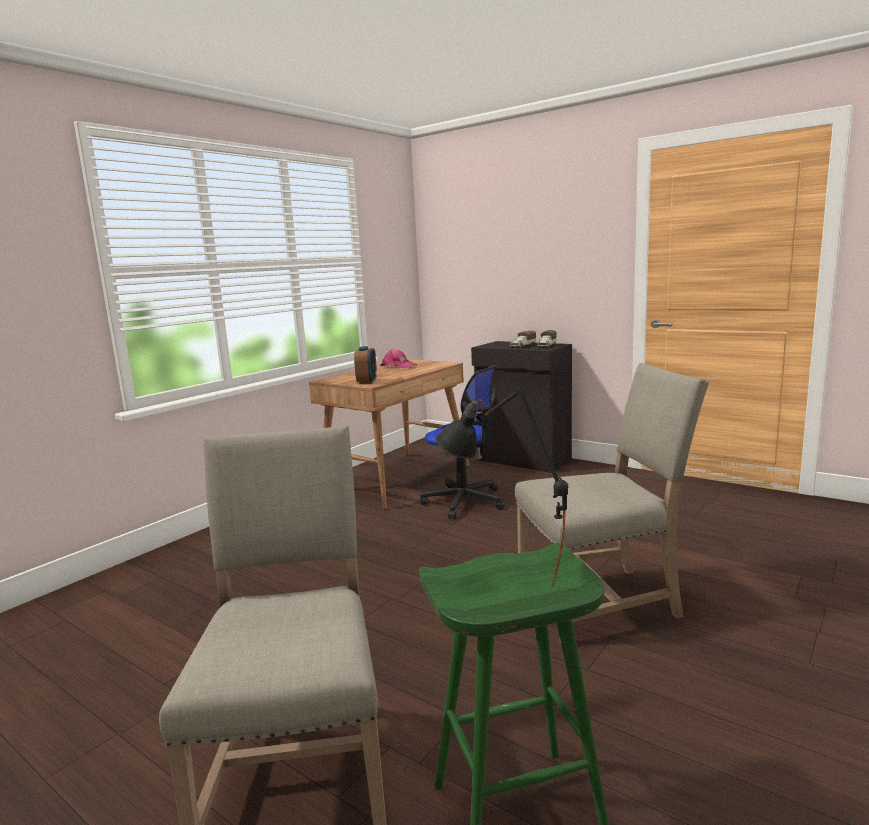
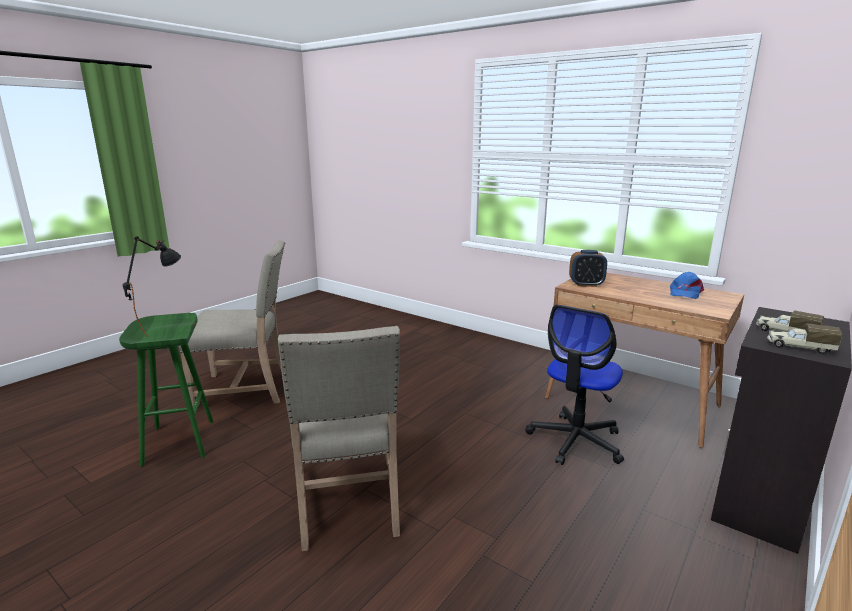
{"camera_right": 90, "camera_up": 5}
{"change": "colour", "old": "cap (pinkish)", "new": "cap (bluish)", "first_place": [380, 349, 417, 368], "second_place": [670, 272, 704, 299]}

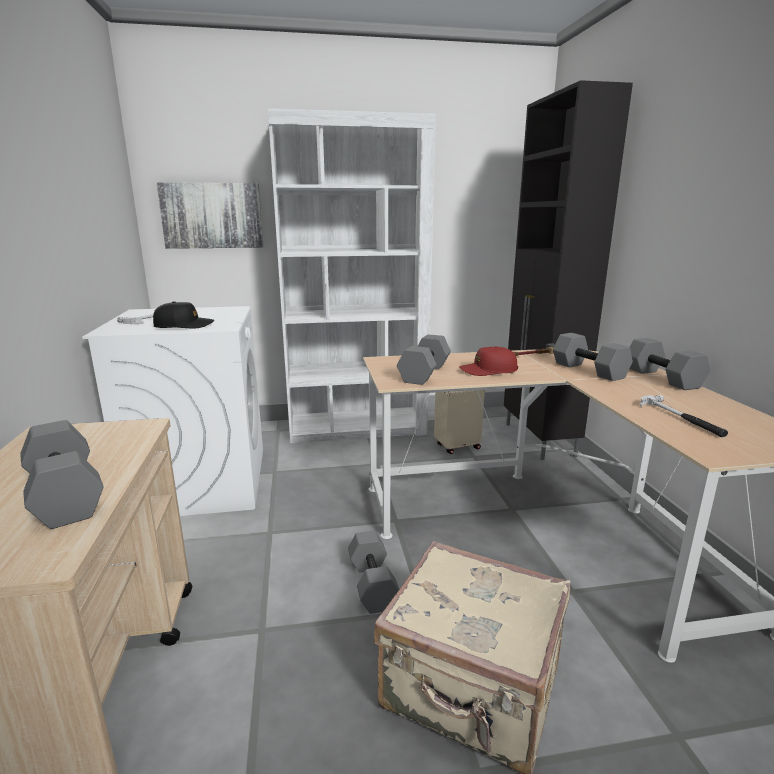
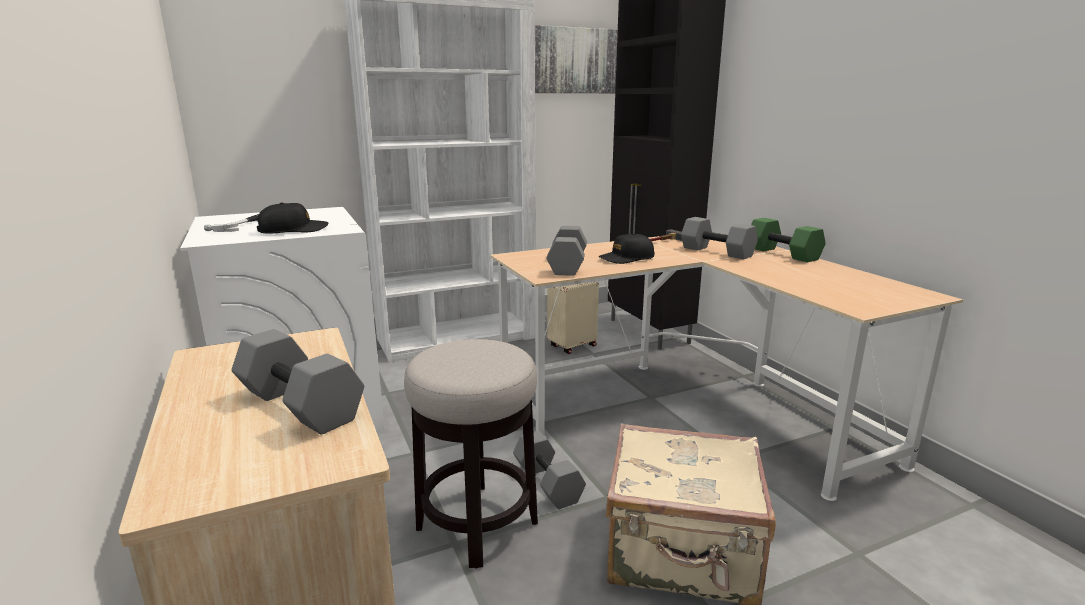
{"camera_right": -15, "camera_up": 0}
{"change": "relocated", "old": "picture", "first_place": [157, 182, 264, 249], "second_place": [535, 25, 618, 93]}
{"change": "colour", "old": "free weight (gray)", "new": "free weight (green-coloured)", "first_place": [630, 338, 710, 390], "second_place": [751, 218, 826, 262]}
{"change": "colour", "old": "cap (red)", "new": "cap (black)", "first_place": [459, 346, 518, 376], "second_place": [599, 233, 655, 264]}
{"change": "missing", "old": "tool hammer", "first_place": [640, 395, 728, 437]}
{"change": "appeared", "new": "stool seat", "second_place": [404, 339, 538, 568]}

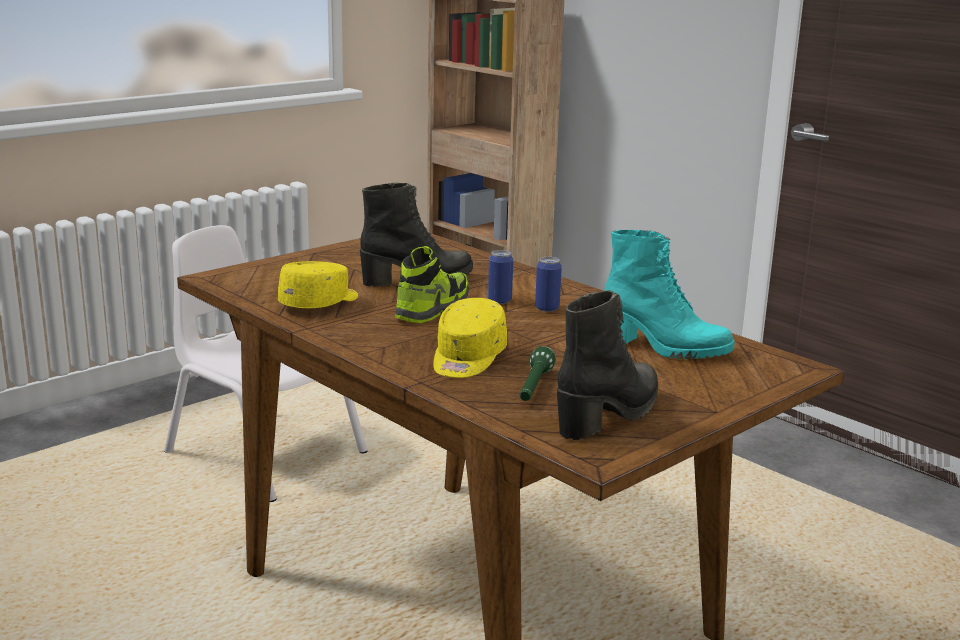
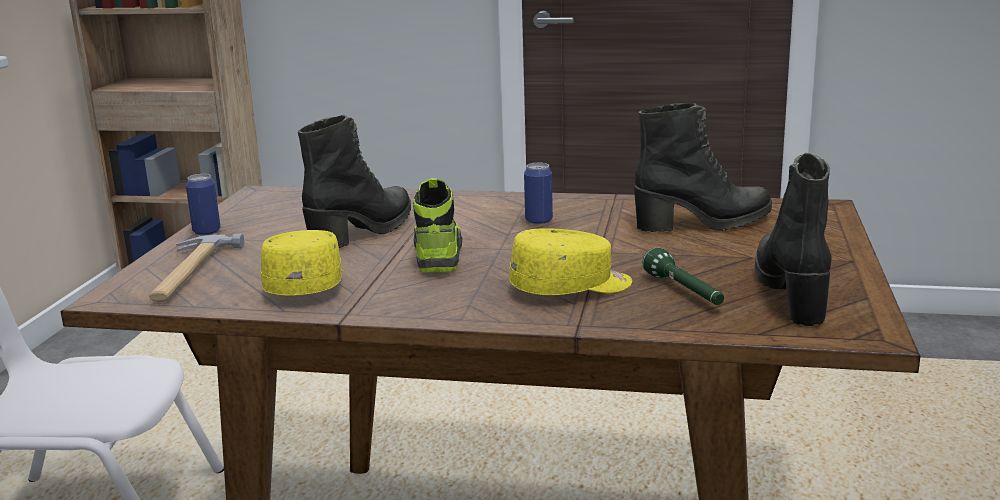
{"camera_right": -35, "camera_up": 0}
{"change": "colour", "old": "boot (blue-green)", "new": "boot (black)", "first_place": [605, 230, 734, 359], "second_place": [634, 103, 772, 232]}
{"change": "relocated", "old": "metal can", "first_place": [488, 250, 513, 304], "second_place": [186, 174, 220, 235]}
{"change": "spun", "old": "cap (yellowish)", "first_place": [433, 298, 507, 378], "second_place": [509, 228, 632, 295], "degrees": -90}
{"change": "appeared", "new": "tool hammer", "second_place": [149, 234, 244, 302]}

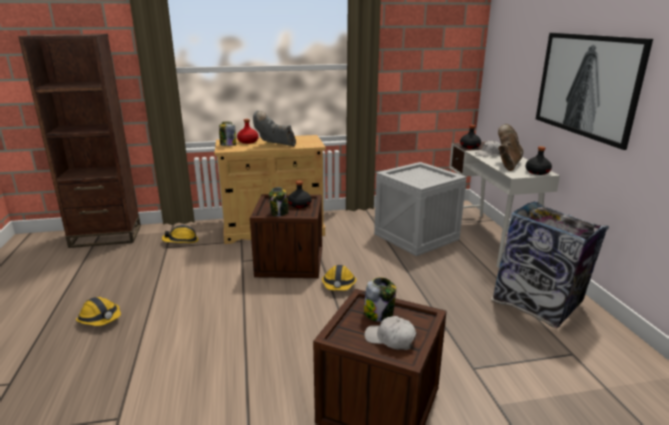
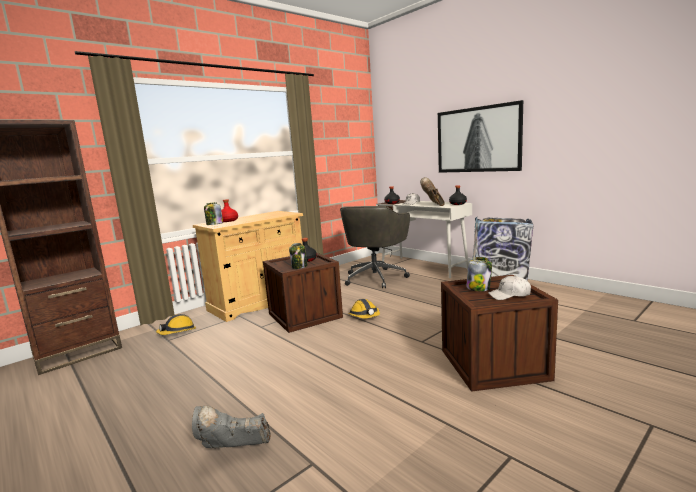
{"camera_right": -30, "camera_up": -10}
{"change": "relocated", "old": "boot (gray)", "first_place": [253, 110, 296, 147], "second_place": [192, 406, 271, 448]}
{"change": "exchanged", "old": "shipping crate", "new": "computer chair (gray)", "first_place": [374, 162, 466, 256], "second_place": [340, 206, 410, 288]}
{"change": "missing", "old": "hard hat", "first_place": [76, 297, 121, 326]}

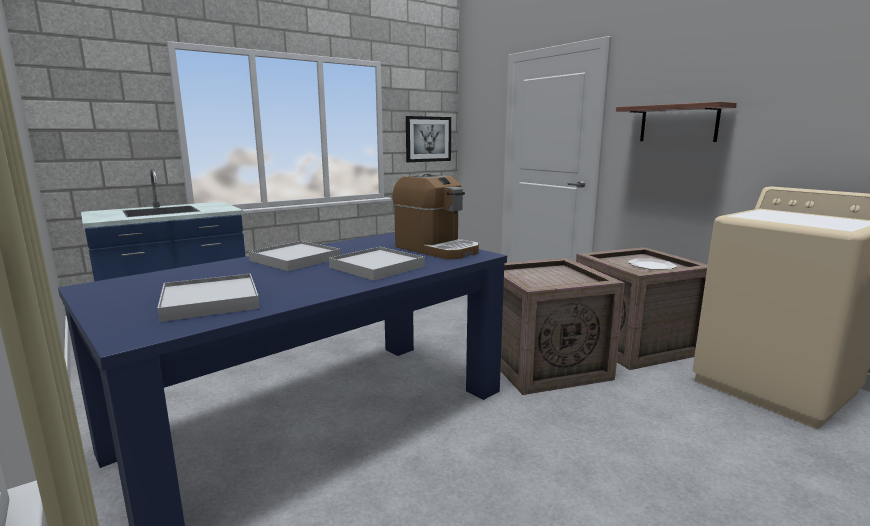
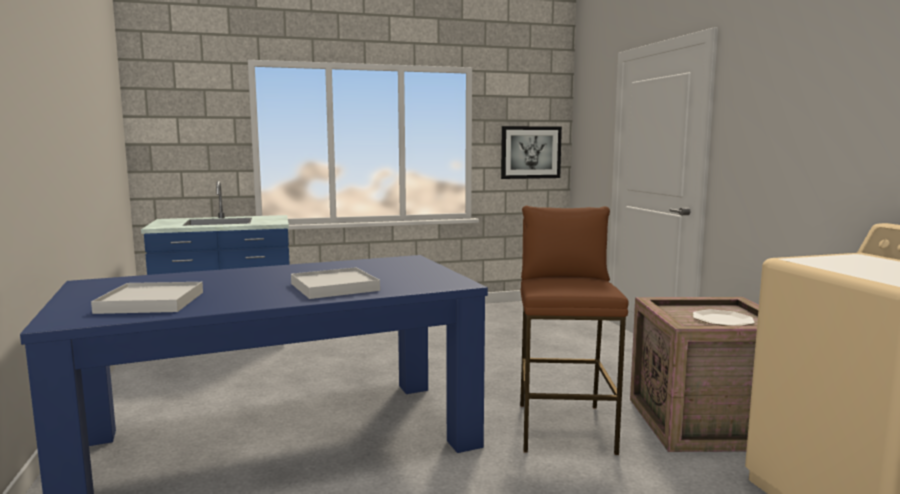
{"camera_right": 20, "camera_up": -5}
{"change": "missing", "old": "wall shelf", "first_place": [616, 102, 737, 142]}
{"change": "missing", "old": "coffee machine", "first_place": [393, 174, 479, 259]}
{"change": "missing", "old": "tray (white-coloured)", "first_place": [249, 241, 341, 271]}
{"change": "exchanged", "old": "shipping crate", "new": "stool seat (brownish)", "first_place": [500, 258, 625, 395], "second_place": [520, 205, 629, 455]}

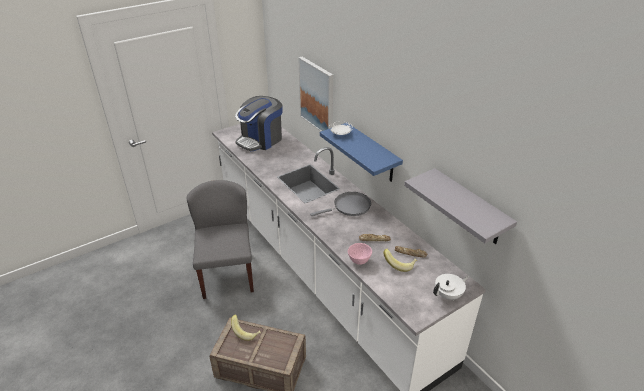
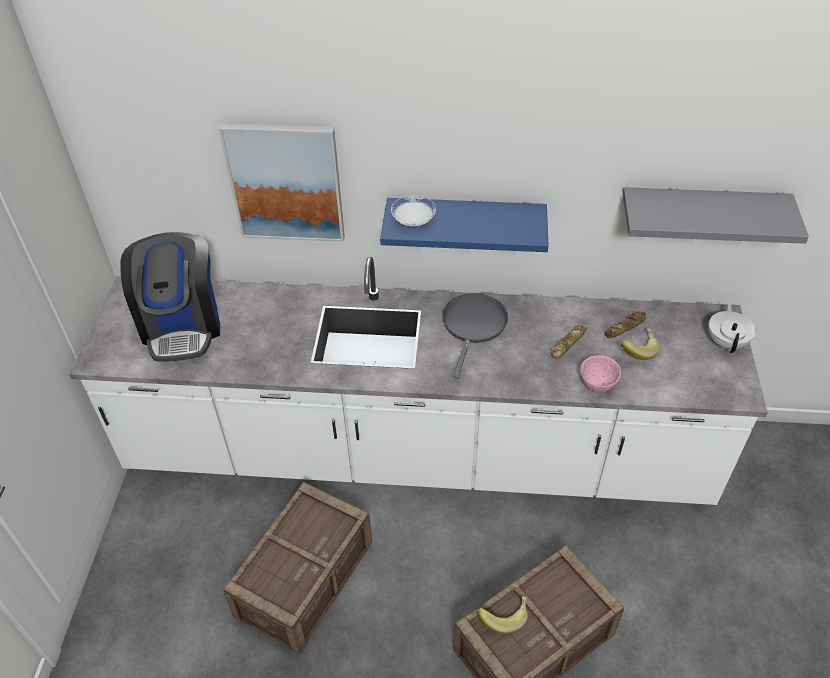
{"camera_right": -50, "camera_up": 10}
{"change": "exchanged", "old": "chair (gray)", "new": "shipping crate", "first_place": [186, 180, 254, 299], "second_place": [223, 482, 372, 655]}

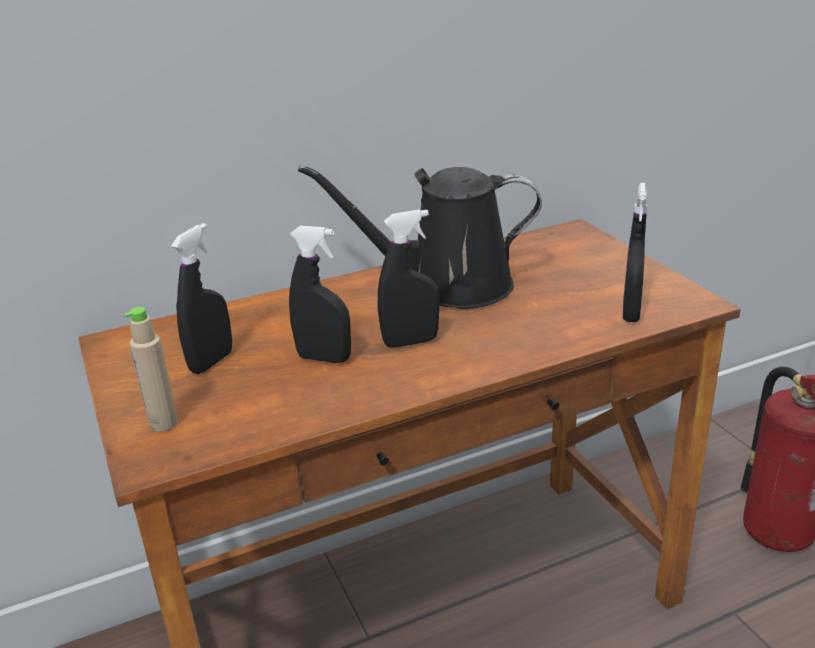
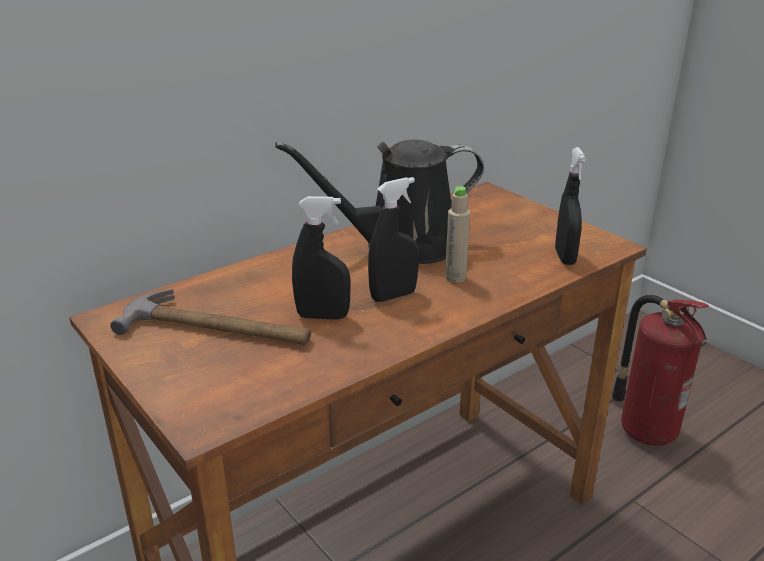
{"camera_right": -15, "camera_up": 0}
{"change": "exchanged", "old": "spray bottle (black)", "new": "tool hammer", "first_place": [171, 223, 232, 374], "second_place": [110, 289, 311, 345]}
{"change": "relocated", "old": "bottle (sand-coloured)", "first_place": [124, 307, 178, 432], "second_place": [445, 186, 470, 283]}

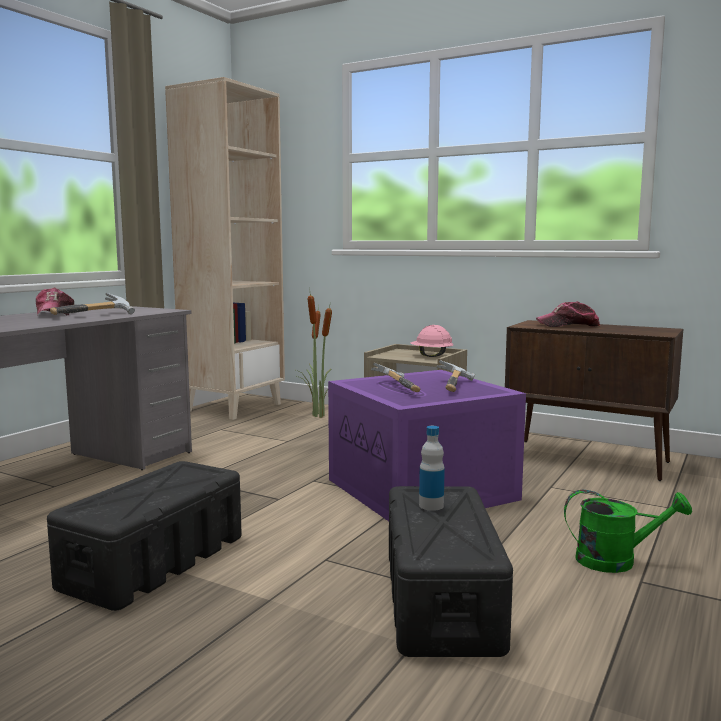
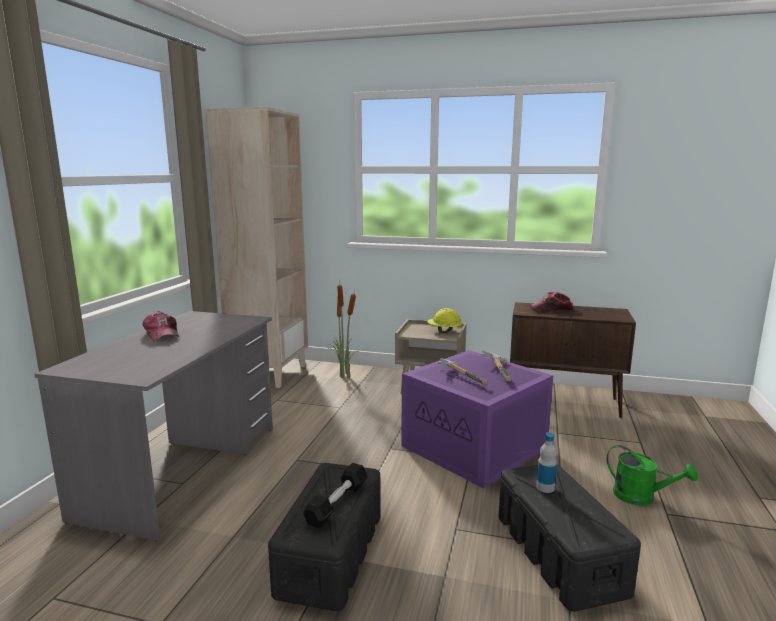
{"camera_right": -15, "camera_up": 5}
{"change": "missing", "old": "tool hammer", "first_place": [50, 293, 135, 315]}
{"change": "colour", "old": "hard hat (pinkish)", "new": "hard hat (yellowish)", "first_place": [411, 325, 454, 357], "second_place": [427, 308, 462, 333]}
{"change": "spun", "old": "sprinkling can (green-coloured)", "first_place": [564, 490, 692, 573], "second_place": [606, 445, 698, 506], "degrees": 45}
{"change": "appeared", "new": "free weight (black)", "second_place": [303, 463, 368, 529]}

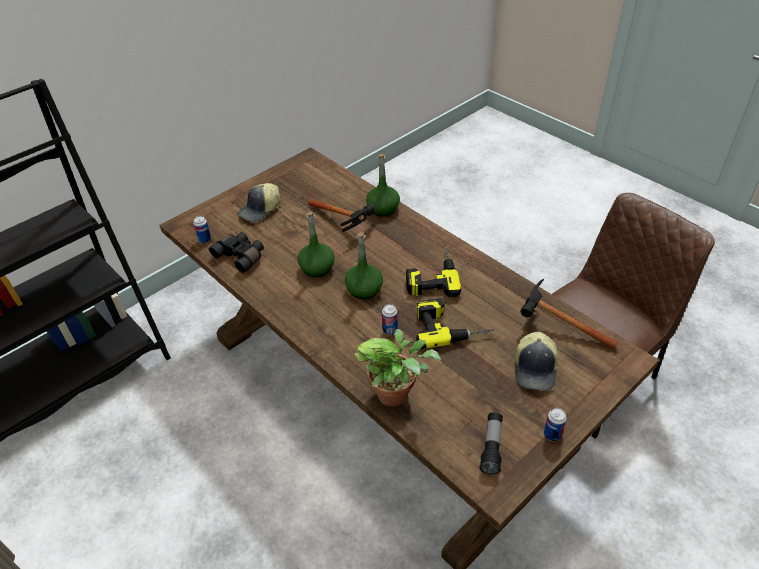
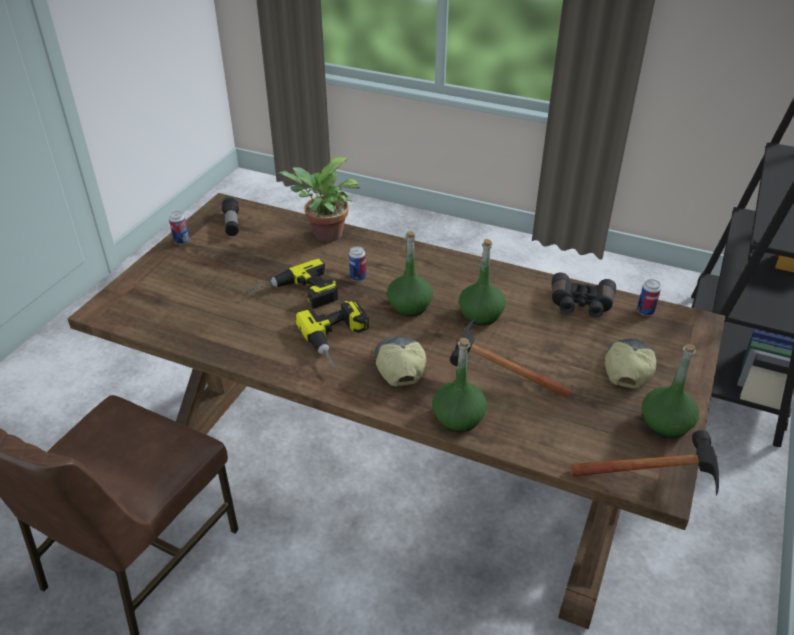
{"camera_right": 155, "camera_up": -5}
{"change": "relocated", "old": "tool hammer", "first_place": [520, 278, 618, 350], "second_place": [571, 430, 719, 496]}
{"change": "relocated", "old": "cap", "first_place": [515, 331, 558, 391], "second_place": [374, 336, 426, 387]}
{"change": "appeared", "new": "bottle (green-coloured)", "second_place": [642, 344, 699, 439]}

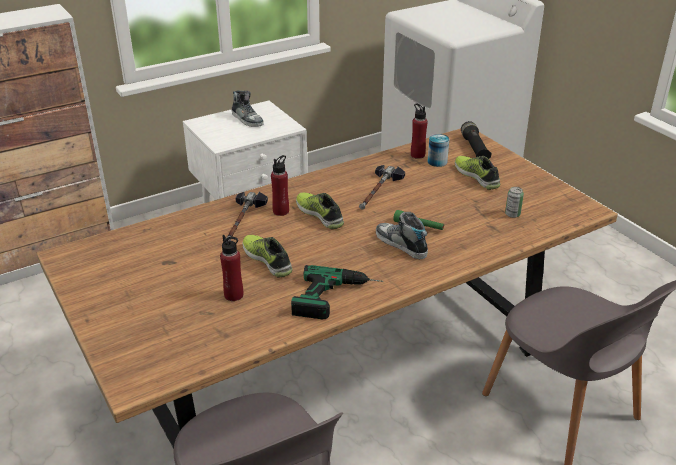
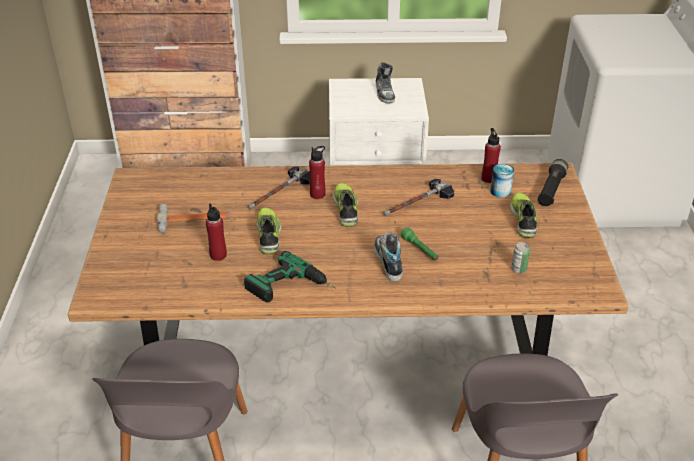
{"camera_right": 30, "camera_up": 5}
{"change": "appeared", "new": "tool hammer", "second_place": [157, 204, 230, 233]}

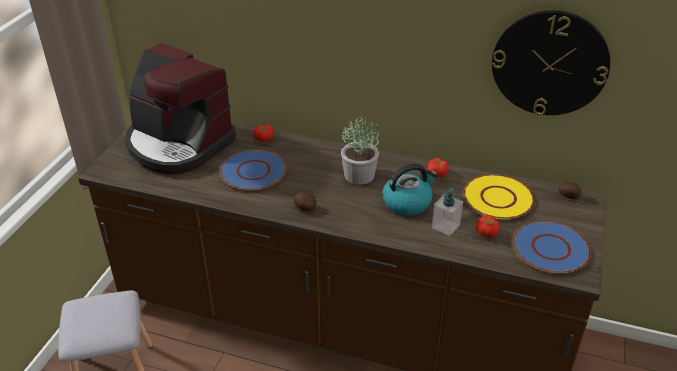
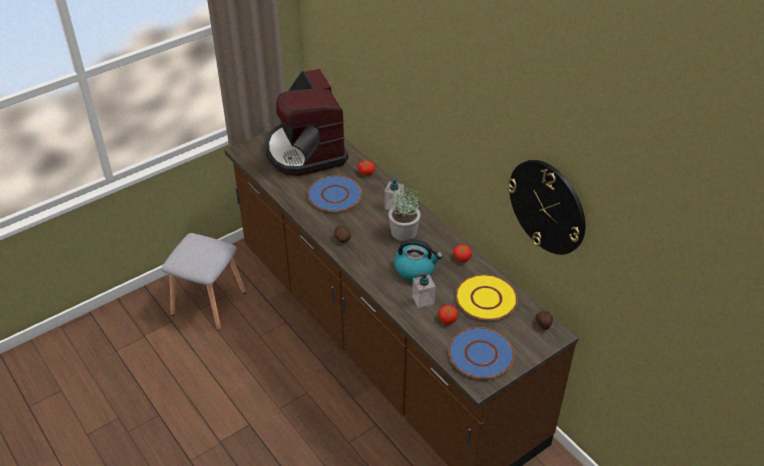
{"camera_right": 35, "camera_up": 5}
{"change": "appeared", "new": "soap dispenser", "second_place": [384, 174, 404, 210]}

